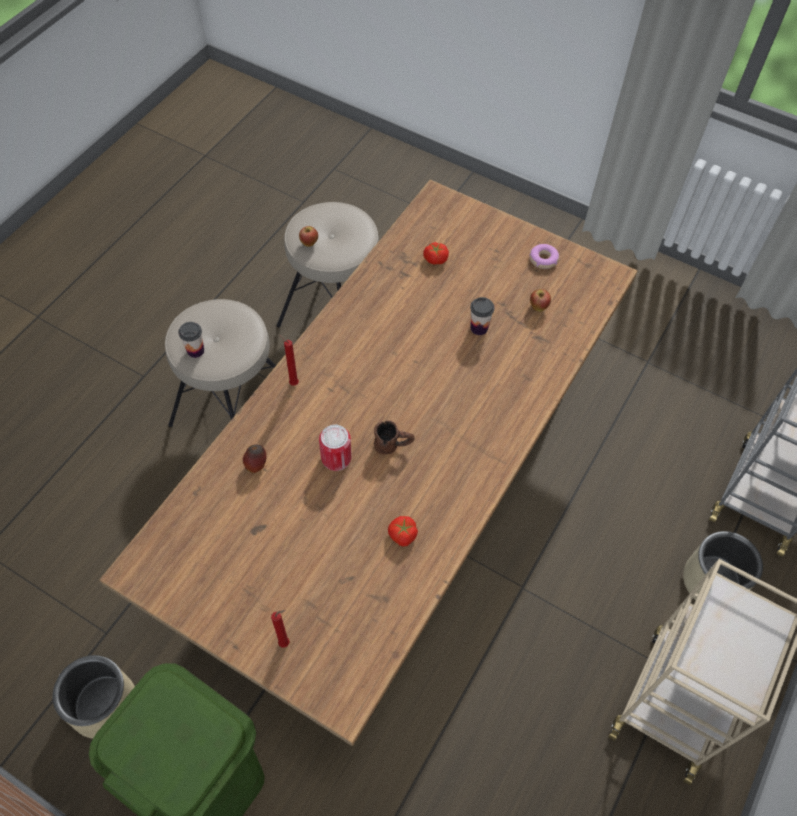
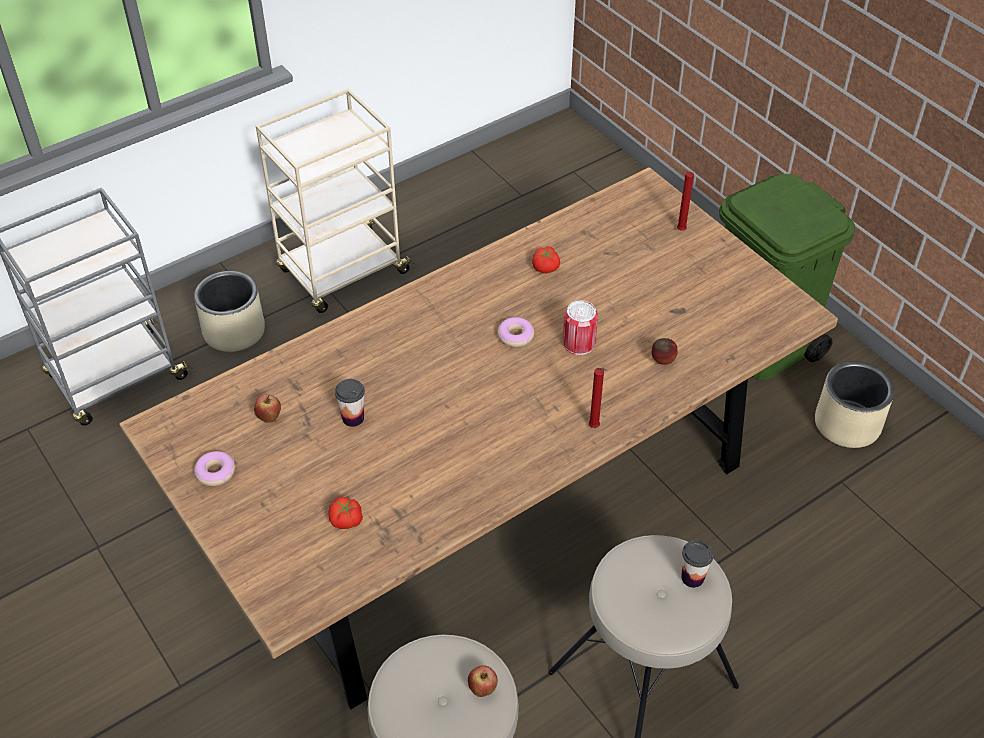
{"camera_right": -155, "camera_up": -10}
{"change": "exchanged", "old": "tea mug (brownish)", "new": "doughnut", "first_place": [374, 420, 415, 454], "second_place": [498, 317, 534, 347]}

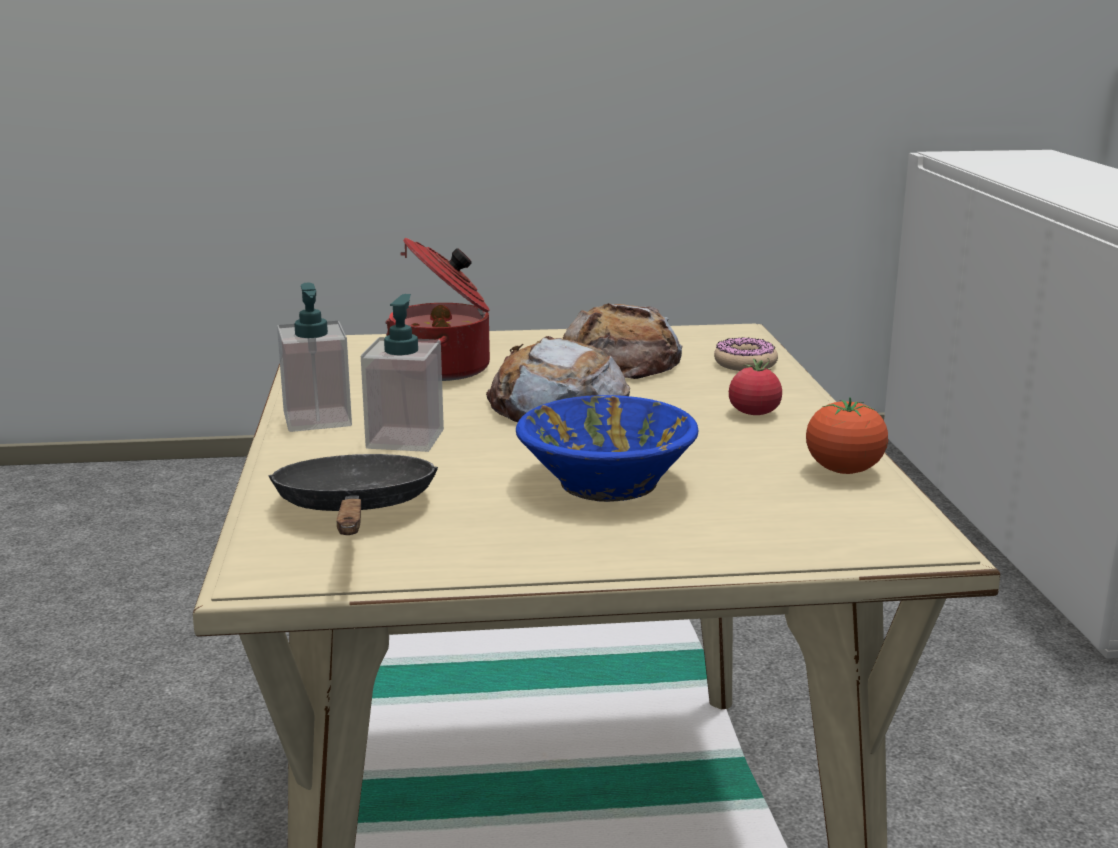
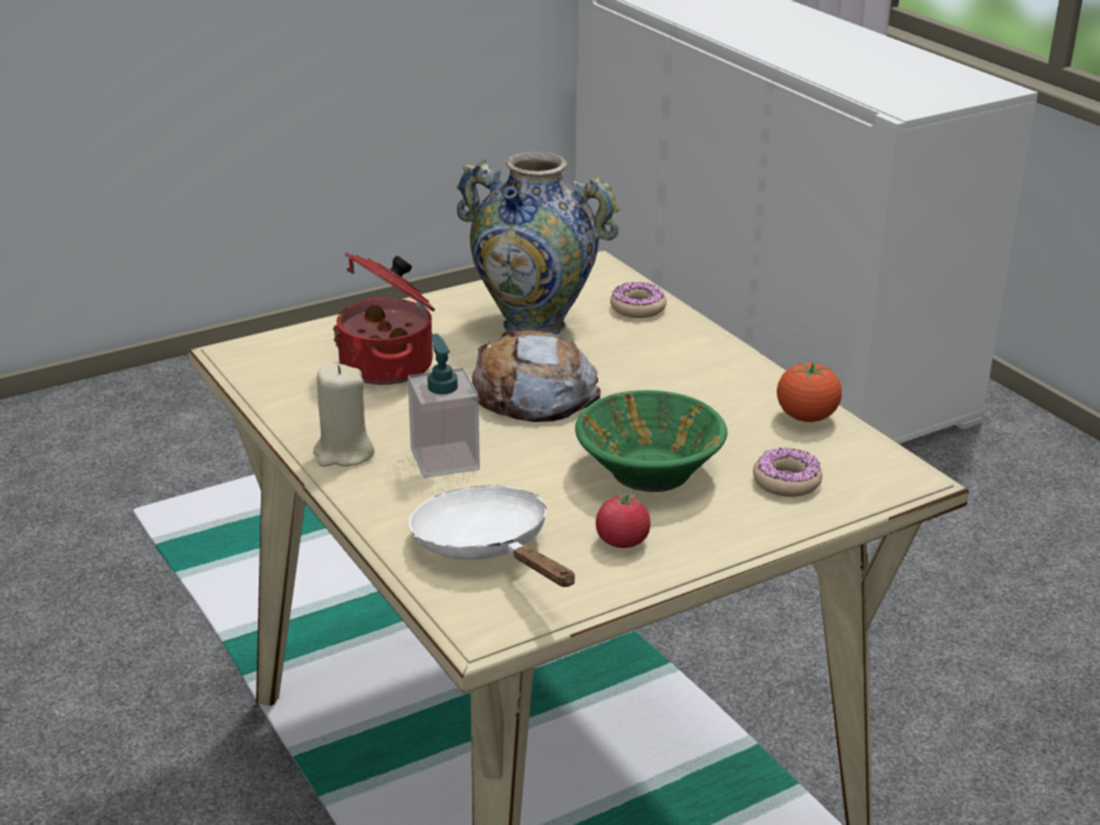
{"camera_right": -25, "camera_up": 10}
{"change": "exchanged", "old": "soap dispenser", "new": "wax light (sand-coloured)", "first_place": [277, 283, 352, 432], "second_place": [313, 364, 374, 467]}
{"change": "exchanged", "old": "bread", "new": "vase", "first_place": [563, 303, 683, 379], "second_place": [457, 152, 619, 334]}
{"change": "relocated", "old": "whole tomato", "first_place": [729, 358, 782, 415], "second_place": [596, 487, 651, 548]}
{"change": "colour", "old": "deep dish (bluish)", "new": "deep dish (green-coloured)", "first_place": [516, 395, 698, 502], "second_place": [575, 390, 727, 492]}
{"change": "colour", "old": "pan (black)", "new": "pan (white-coloured)", "first_place": [268, 454, 438, 535], "second_place": [409, 486, 575, 587]}
{"change": "appeared", "new": "doughnut", "second_place": [753, 447, 822, 497]}

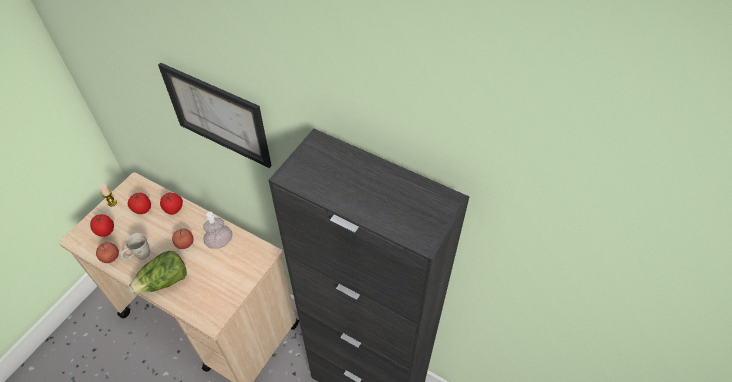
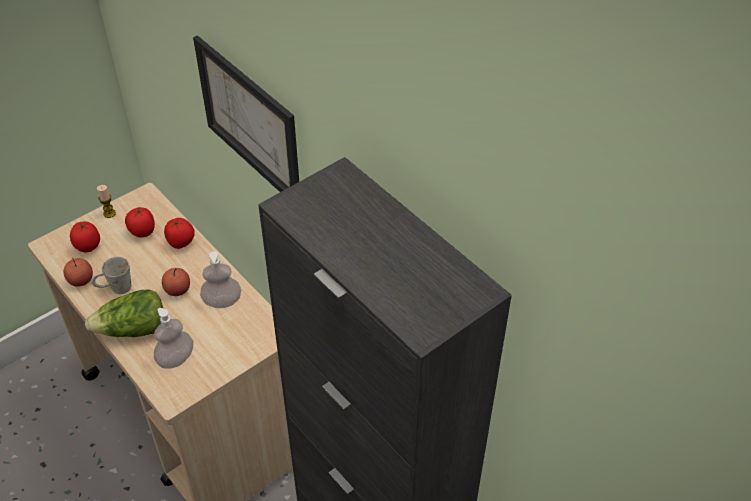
{"camera_right": 20, "camera_up": -5}
{"change": "appeared", "new": "soap dispenser", "second_place": [154, 308, 193, 368]}

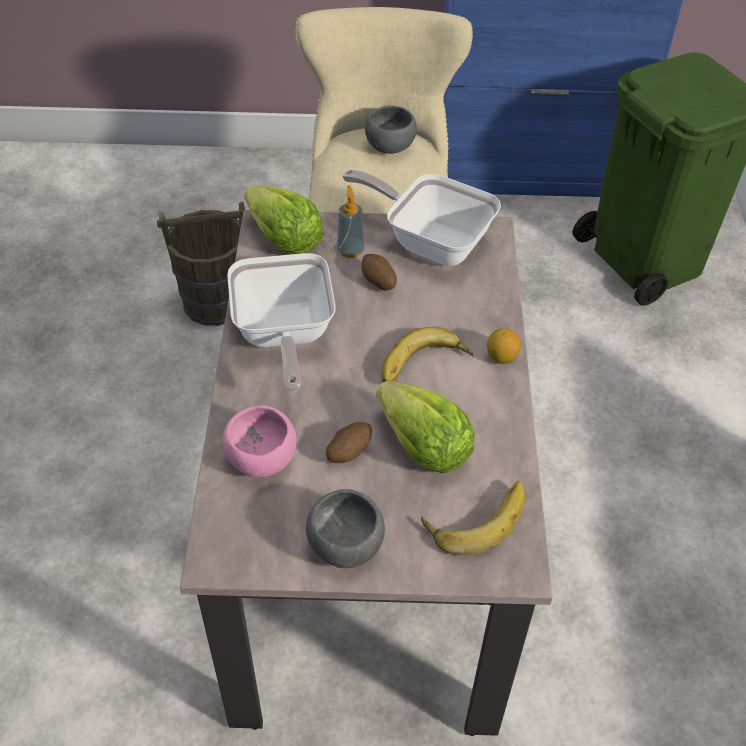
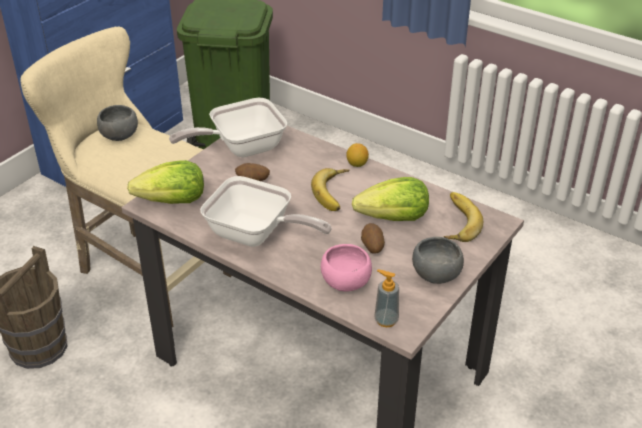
{"camera_right": -55, "camera_up": -10}
{"change": "relocated", "old": "soap dispenser", "first_place": [337, 185, 364, 258], "second_place": [374, 270, 399, 327]}

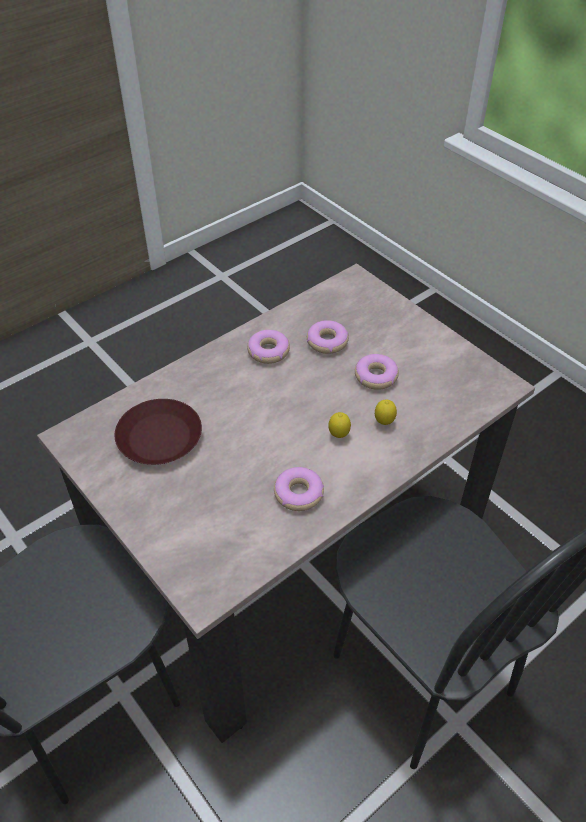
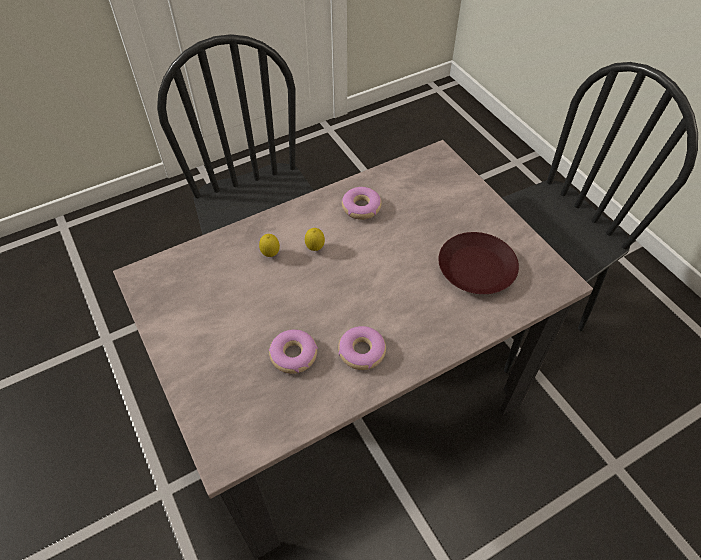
{"camera_right": -170, "camera_up": 5}
{"change": "missing", "old": "doughnut", "first_place": [355, 354, 399, 390]}

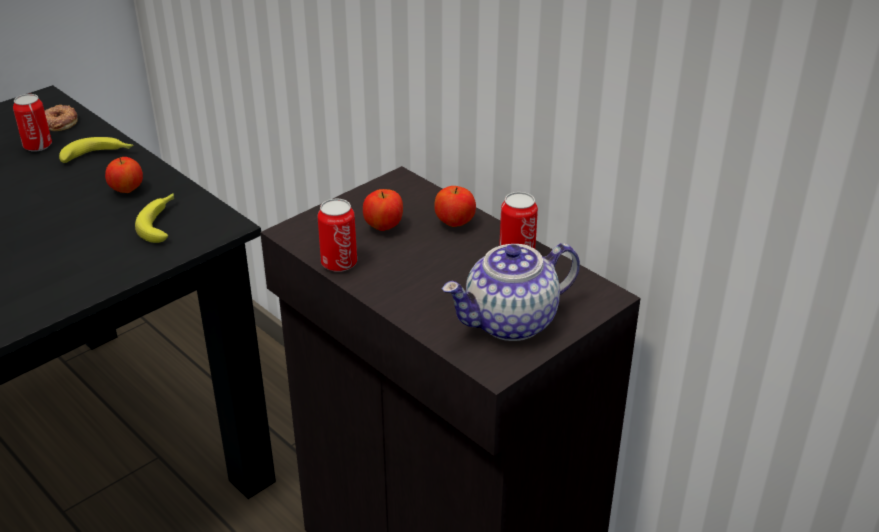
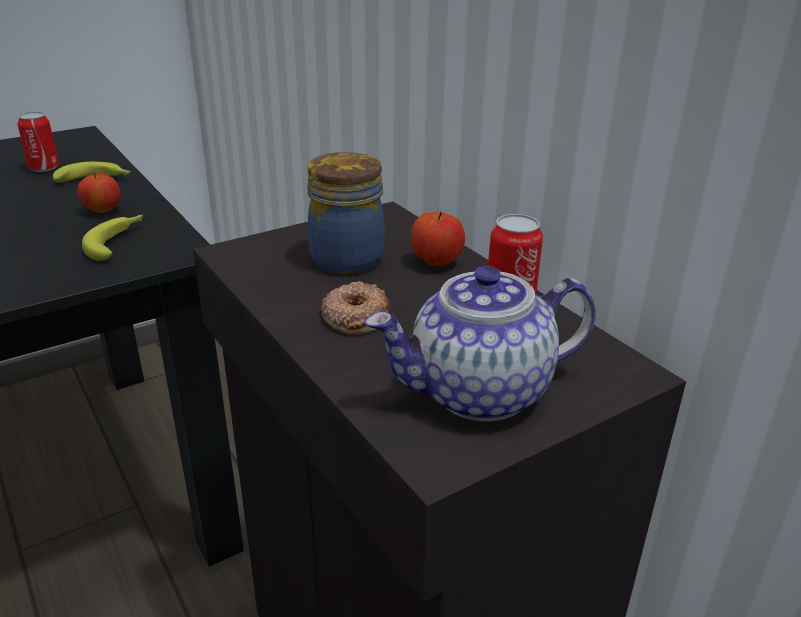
{"camera_right": 10, "camera_up": -5}
{"change": "relocated", "old": "doughnut", "first_place": [44, 105, 78, 131], "second_place": [321, 281, 390, 334]}
{"change": "exchanged", "old": "apple fruit", "new": "storage jar", "first_place": [363, 189, 403, 231], "second_place": [307, 152, 385, 274]}
{"change": "missing", "old": "metal can", "first_place": [318, 199, 357, 272]}

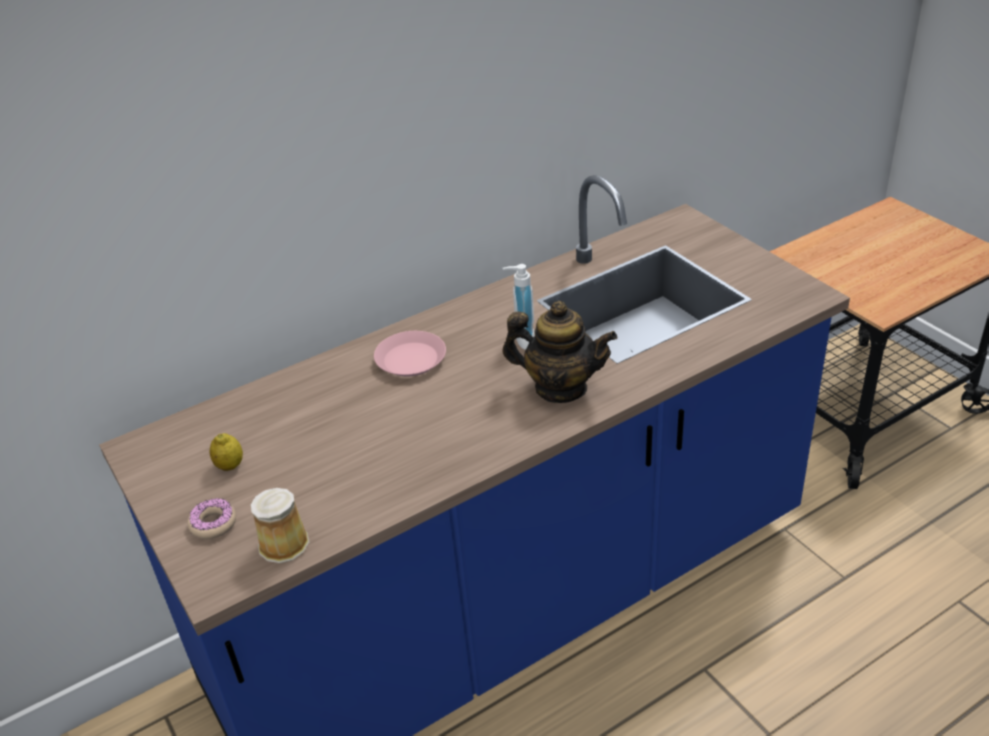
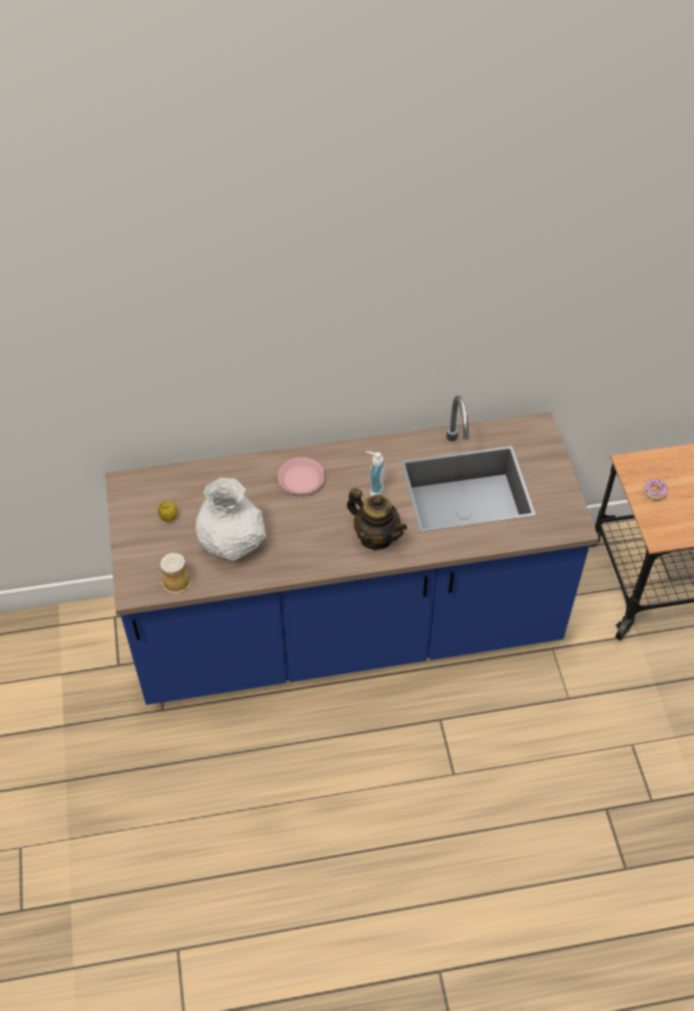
{"camera_right": 20, "camera_up": 15}
{"change": "relocated", "old": "doughnut", "first_place": [188, 498, 236, 539], "second_place": [643, 479, 668, 500]}
{"change": "appeared", "new": "vase (white-coloured)", "second_place": [196, 478, 266, 561]}

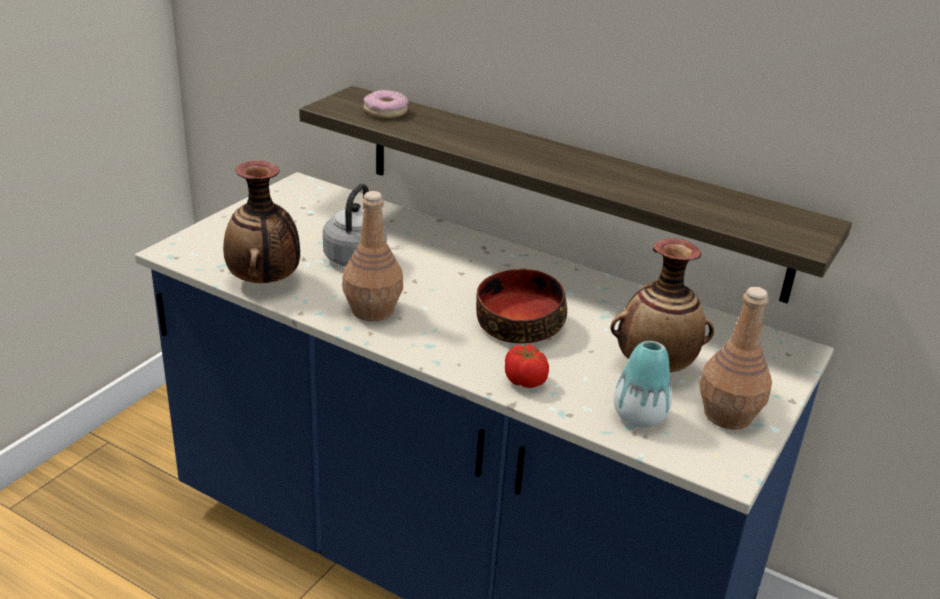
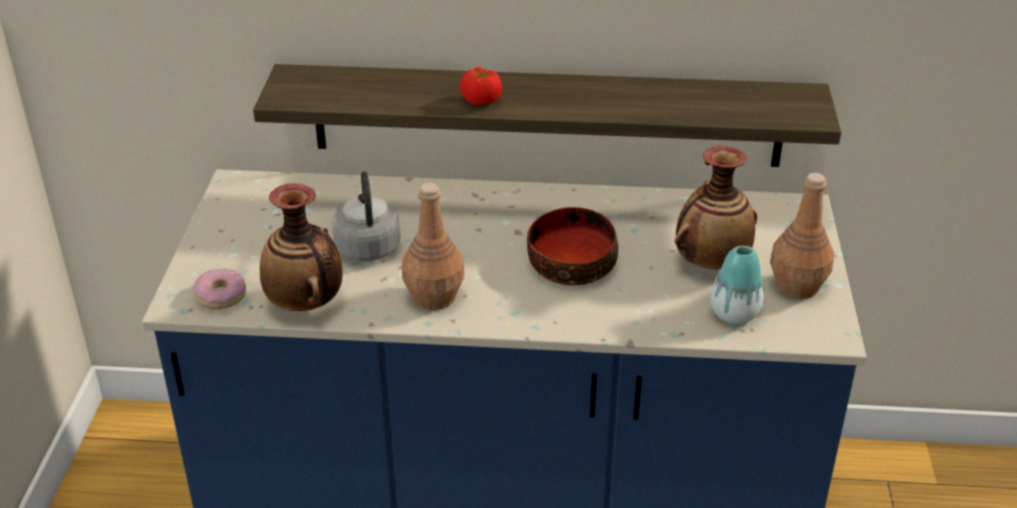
{"camera_right": -25, "camera_up": 5}
{"change": "relocated", "old": "doughnut", "first_place": [364, 90, 409, 118], "second_place": [193, 268, 246, 309]}
{"change": "relocated", "old": "whole tomato", "first_place": [505, 344, 549, 388], "second_place": [460, 67, 502, 105]}

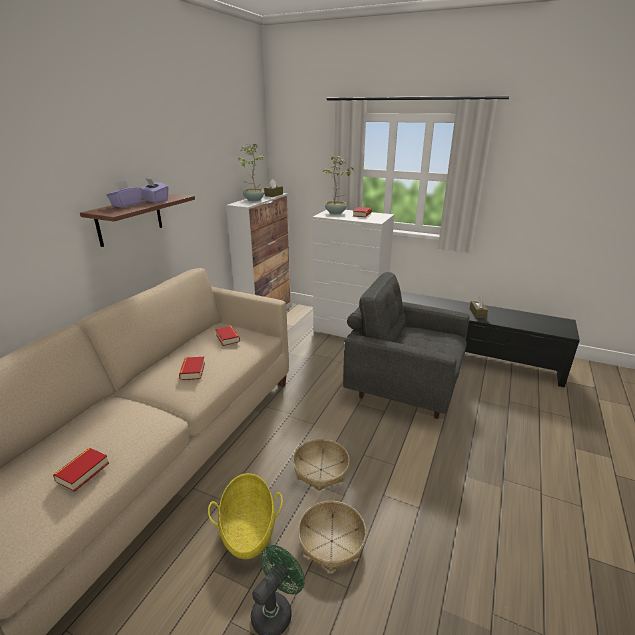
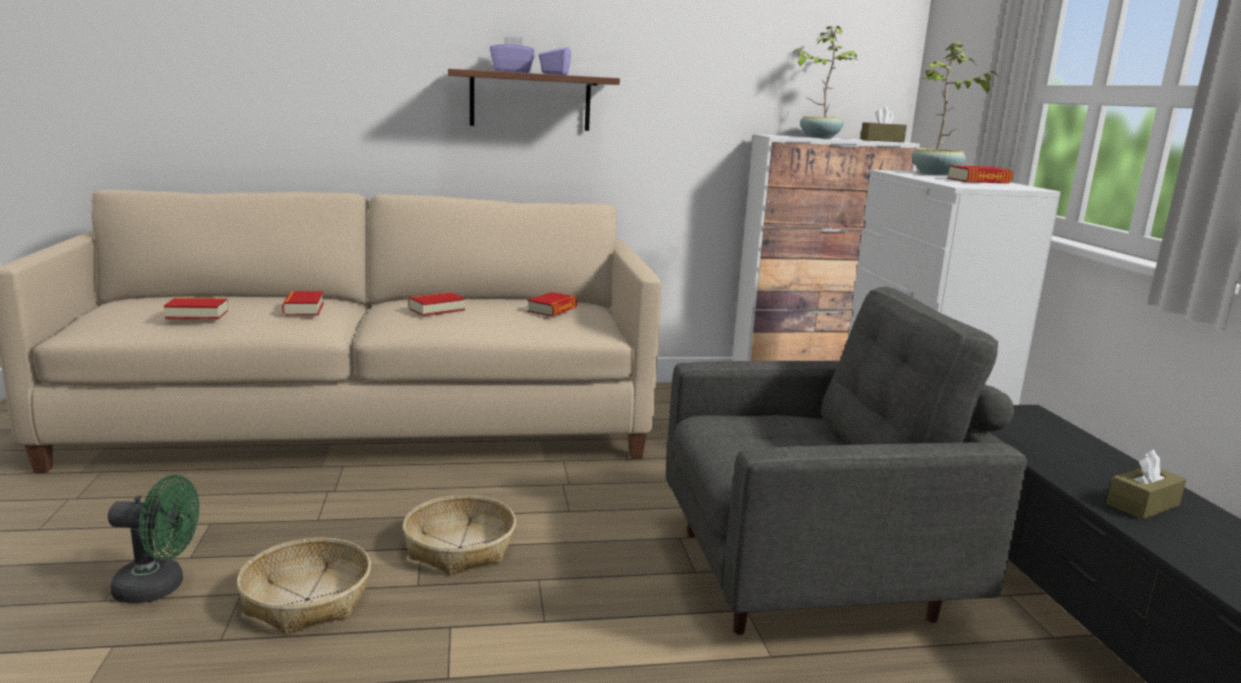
{"camera_right": 55, "camera_up": -10}
{"change": "spun", "old": "easy chair (gray)", "first_place": [343, 272, 469, 419], "second_place": [666, 287, 1027, 635], "degrees": 90}
{"change": "missing", "old": "household basket", "first_place": [208, 473, 283, 559]}
{"change": "appeared", "new": "book", "second_place": [282, 291, 324, 315]}

